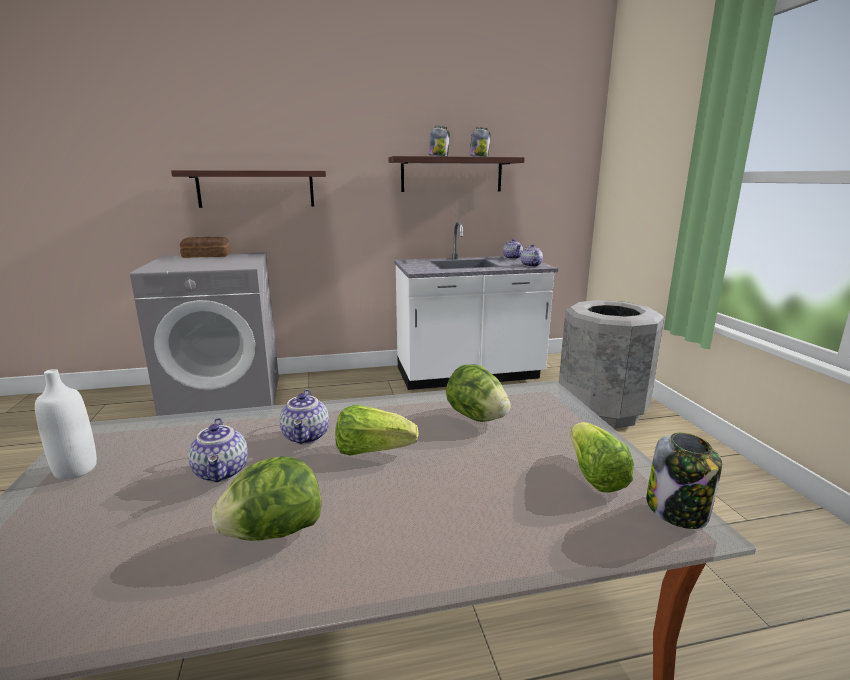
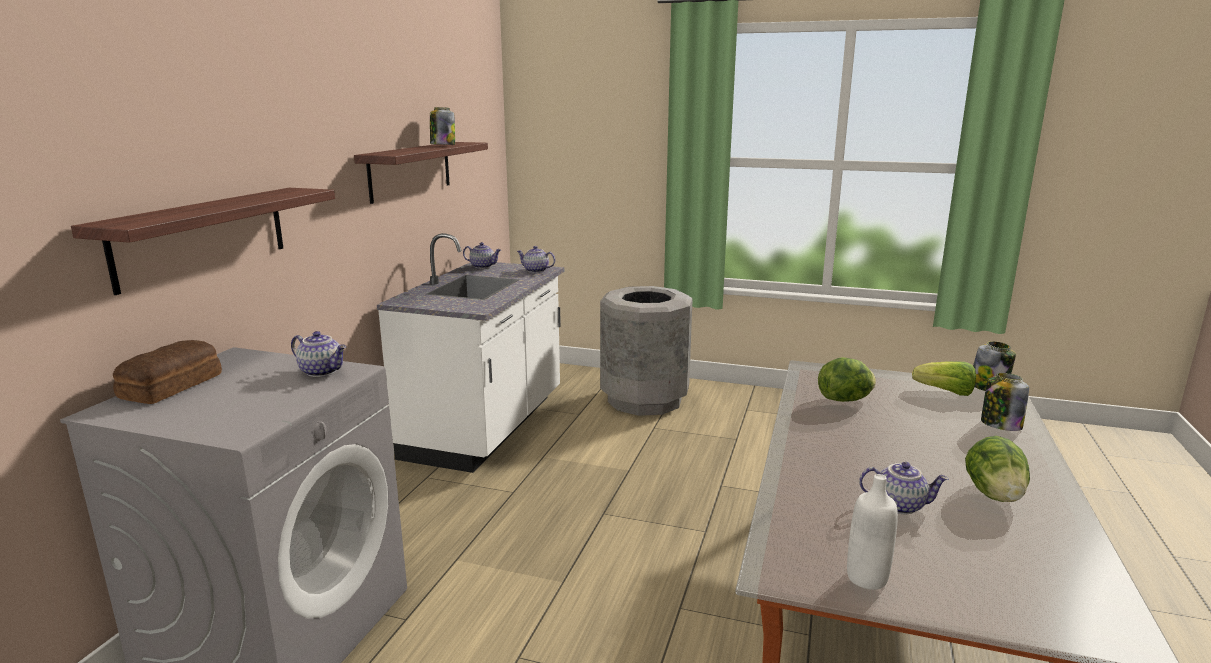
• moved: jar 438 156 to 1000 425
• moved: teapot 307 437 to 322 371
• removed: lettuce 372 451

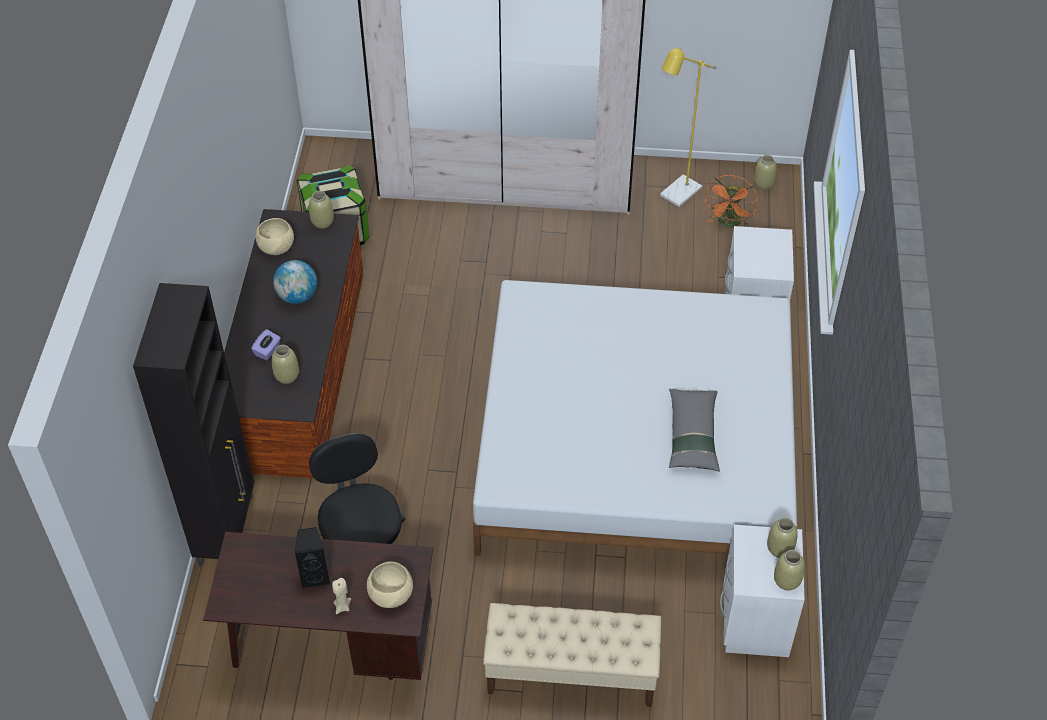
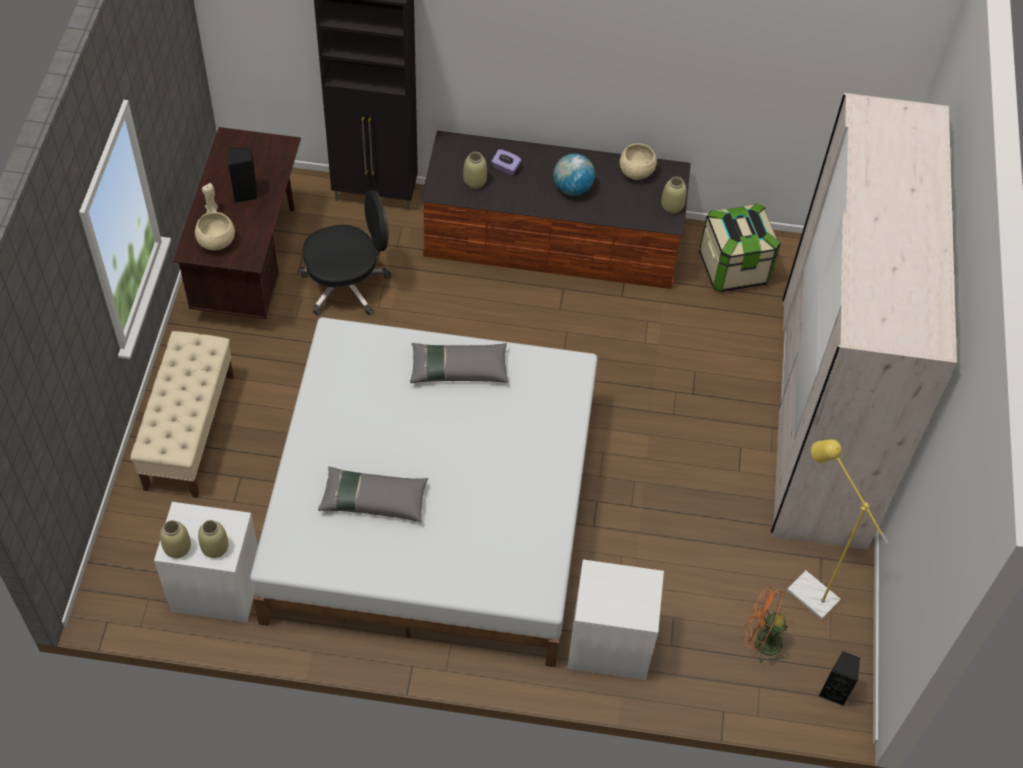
• replaced: beige vase 763 183 to black speaker 834 691
• added: grey pillow 458 368

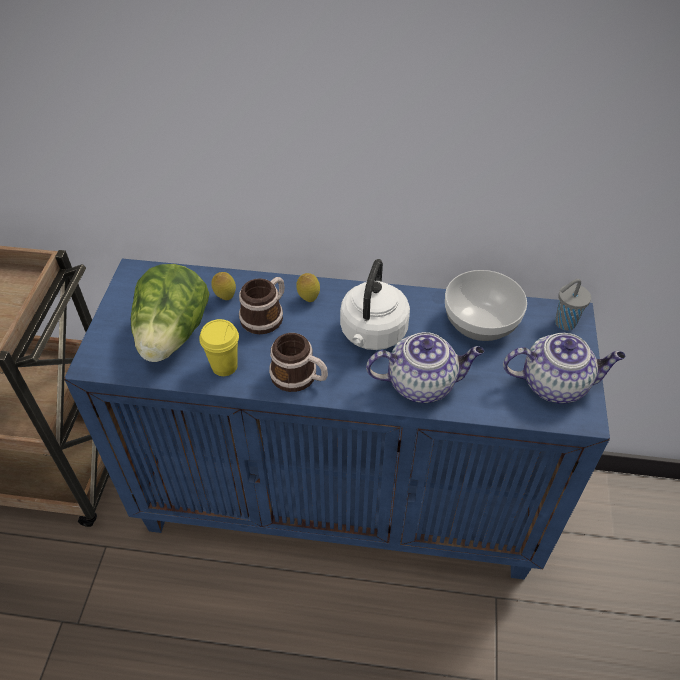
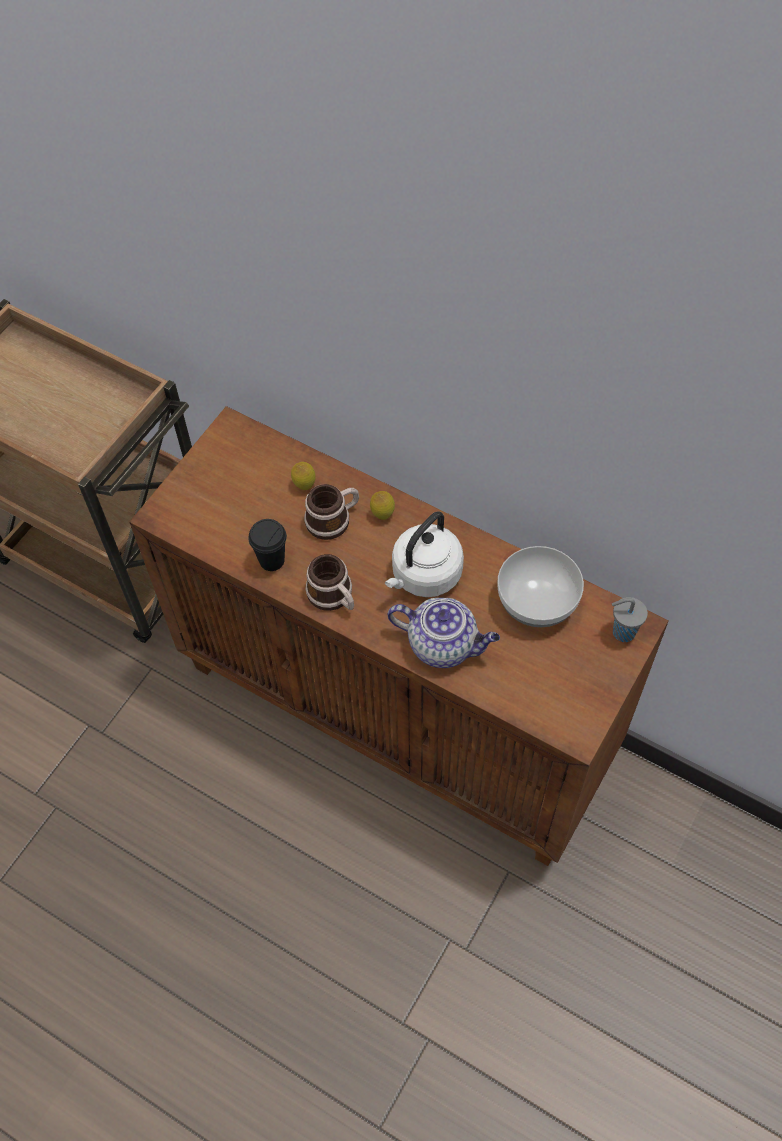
• recoloured: blue cabinet 342 501 to brown cabinet 399 712
• removed: lettuce 173 335
• recoloured: yellow cup 224 366 to black cup 272 560
• removed: teapot 555 384

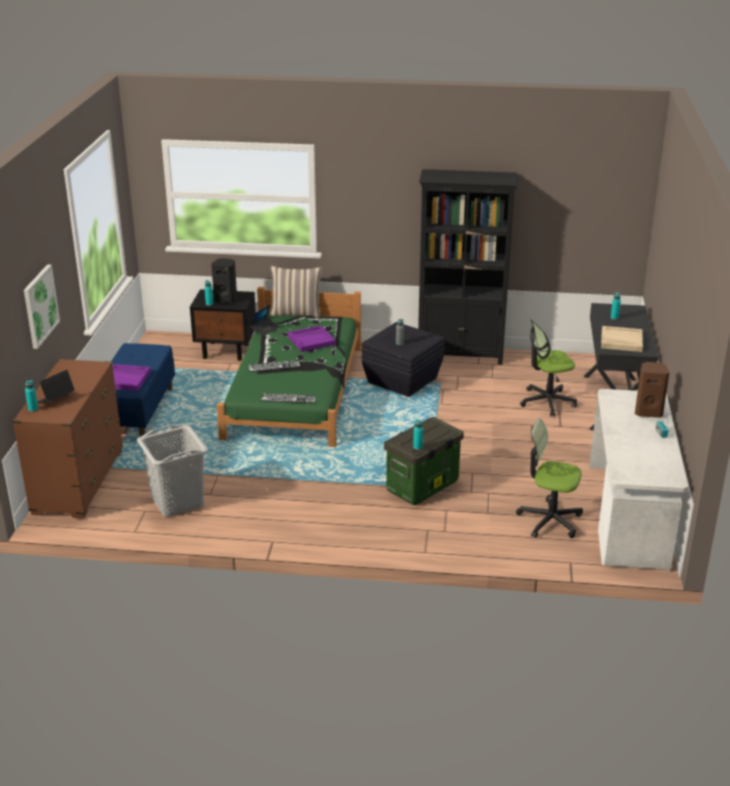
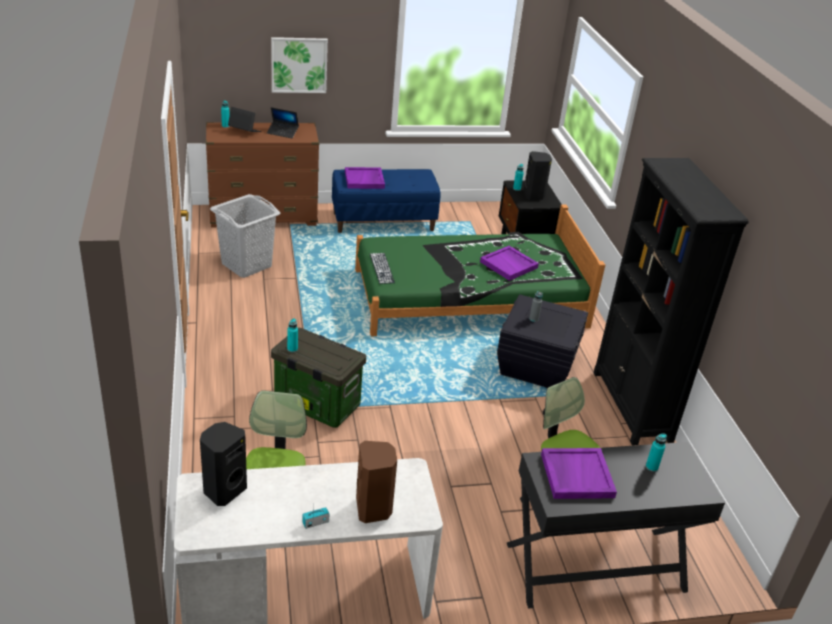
• removed: pillow 296 313
• moved: laptop 265 329 to 282 132
• recoloured: beige tray 621 341 to purple tray 576 475
• removed: keyboard 274 366
• added: black speaker 224 490

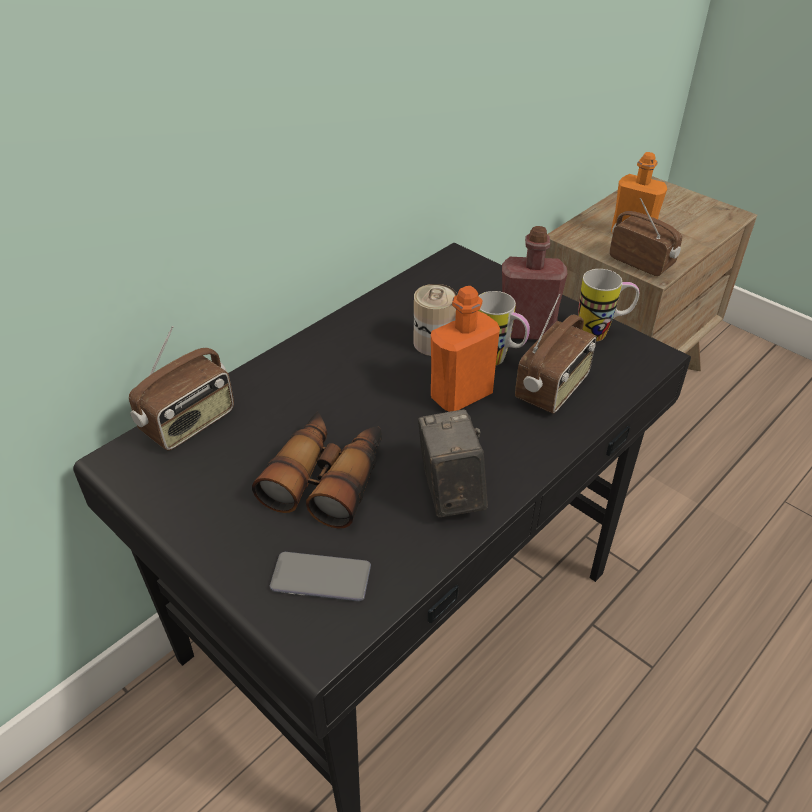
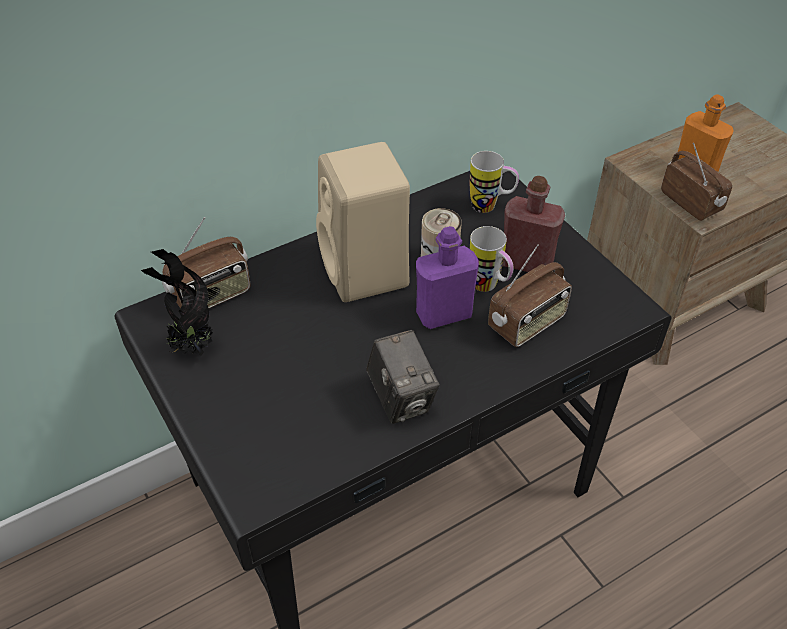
• moved: mug 601 334 to 491 207
• recoloured: orange bottle 461 395 to purple bottle 444 314
• turned: photo camera 450 491 = 401 398 150 degrees clockwise
• removed: binoculars 327 478
• removed: phone 321 578
• added: beige speaker 366 273
• added: potted plant 191 348

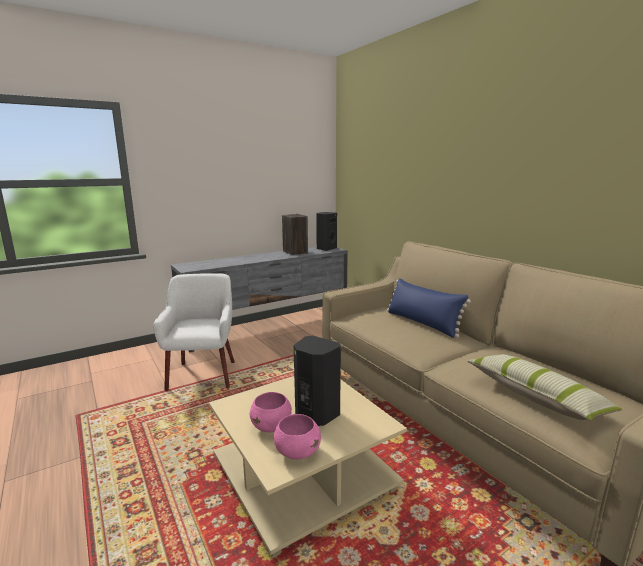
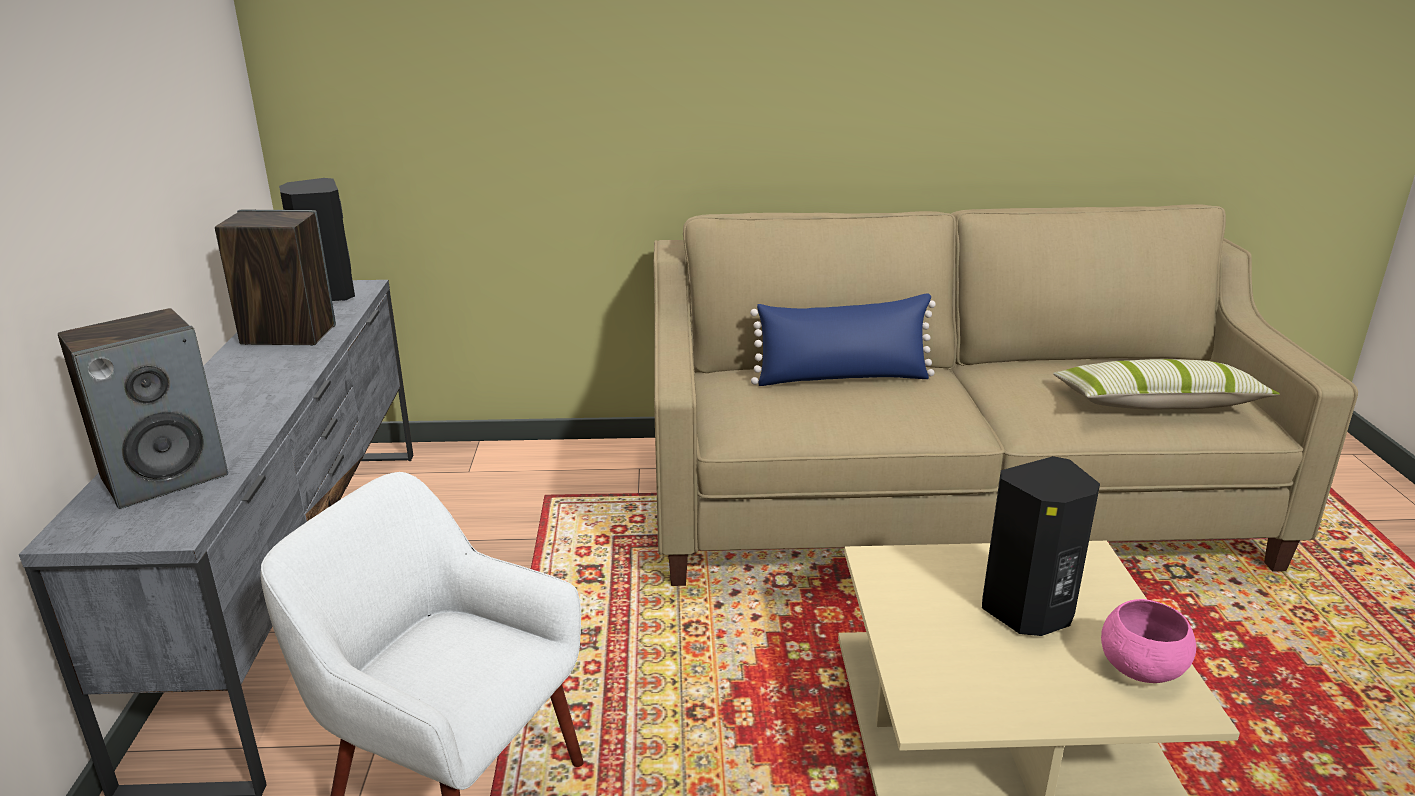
• removed: pink bowl 272 426
• added: speaker 165 477

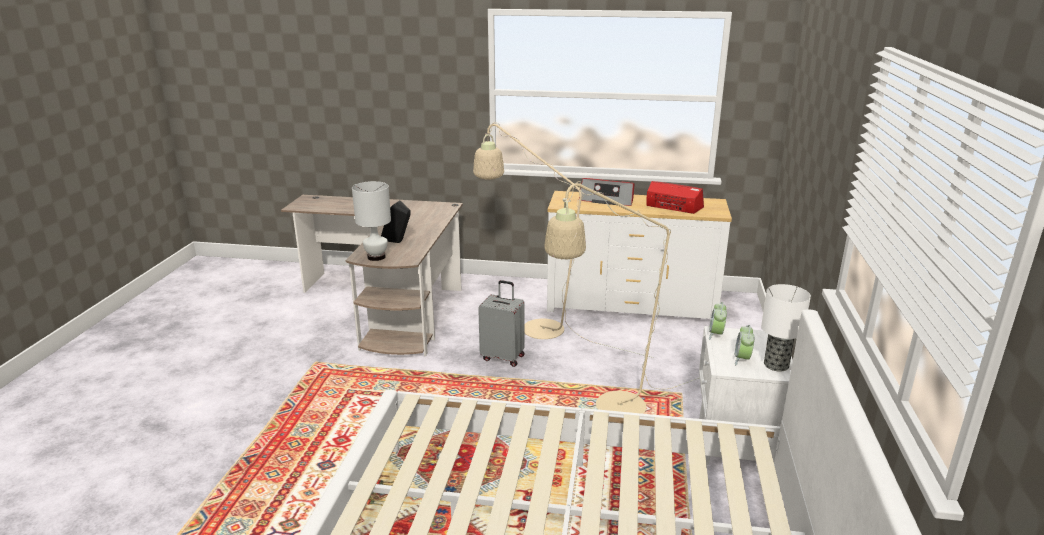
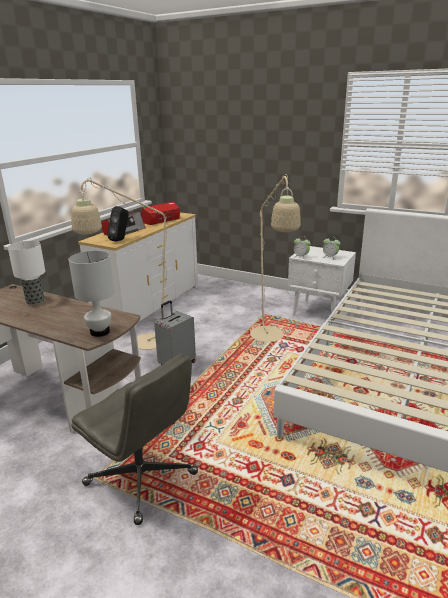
• moved: black speaker 398 242 to 121 240
• moved: table lamp 776 365 to 35 301
• added: grey office chair 142 479

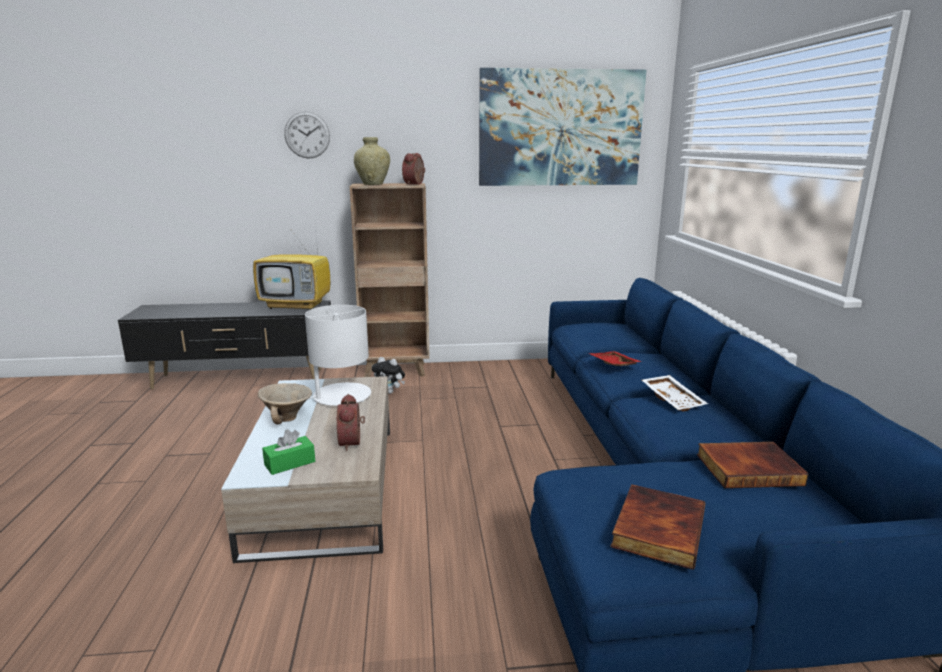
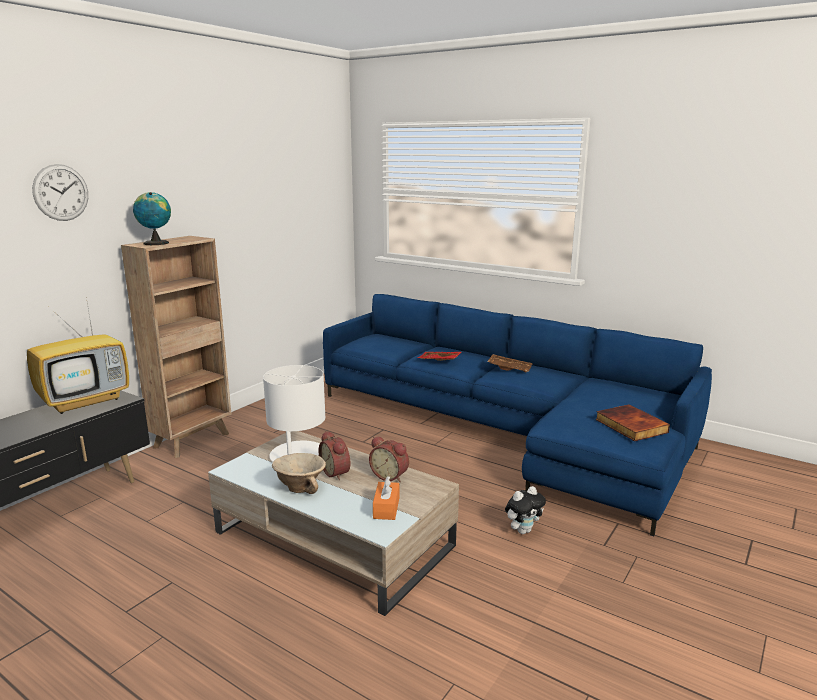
• removed: picture 560 128
• replaced: beige vase 373 184 to globe 156 243
• moved: alarm clock 415 184 to 337 472
• moved: plush toy 390 392 to 523 530
• recoloured: white tray 673 399 to brown tray 509 368
• recoloured: green tissue box 290 463 to orange tissue box 386 508
• removed: book 748 468

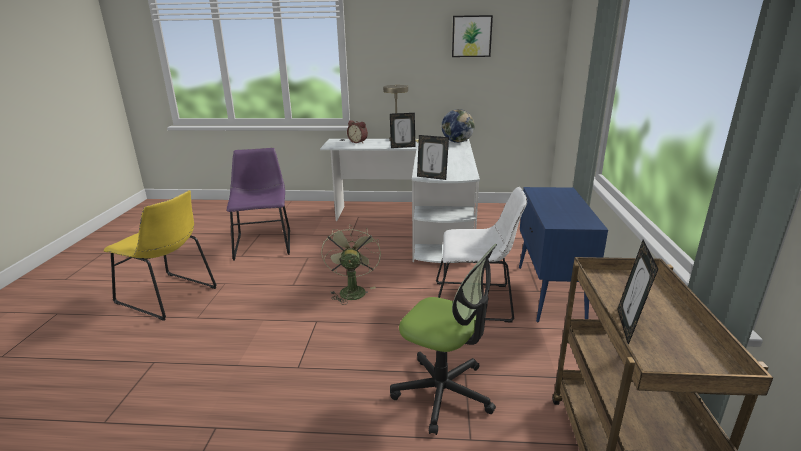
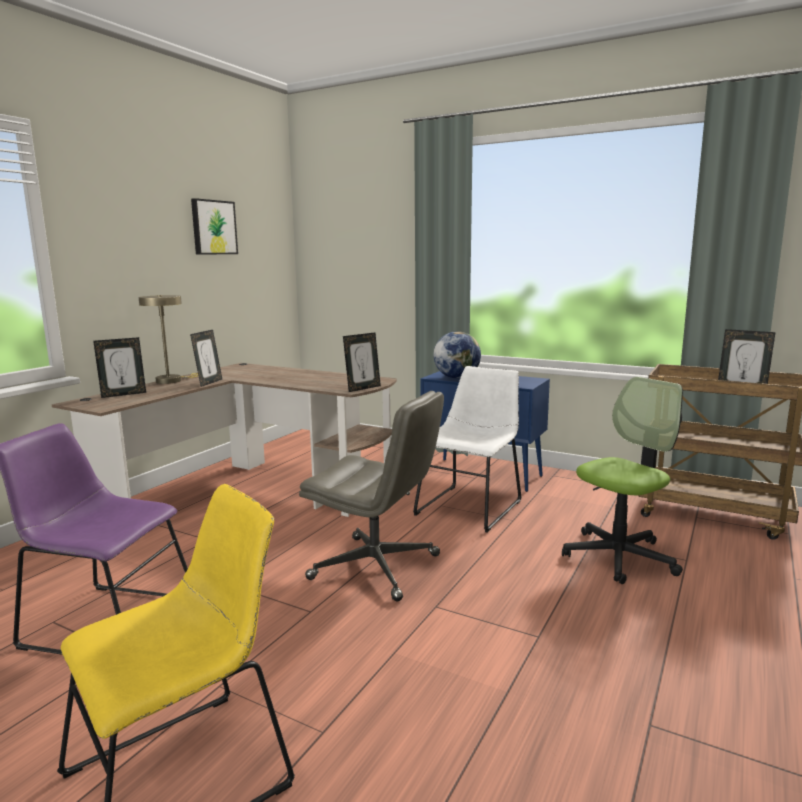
• moved: globe 457 142 to 456 378
• replaced: alarm clock 358 142 to picture frame 123 394
• recoloured: white desk 417 226 to brown desk 252 494
• replaced: green fan 352 290 to grey office chair 377 567

